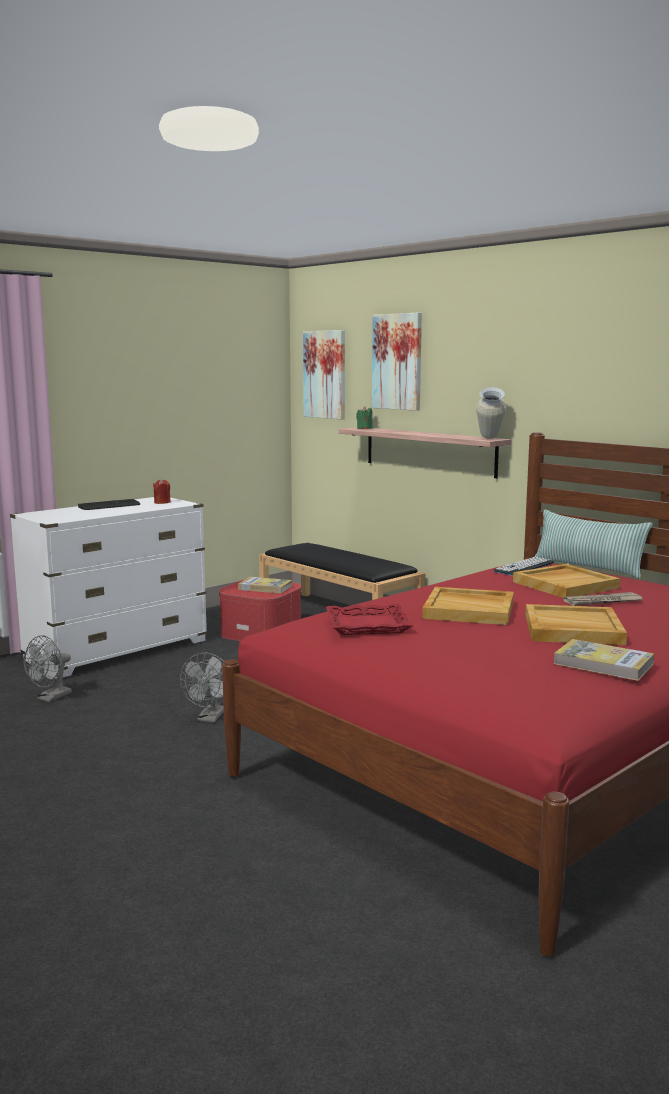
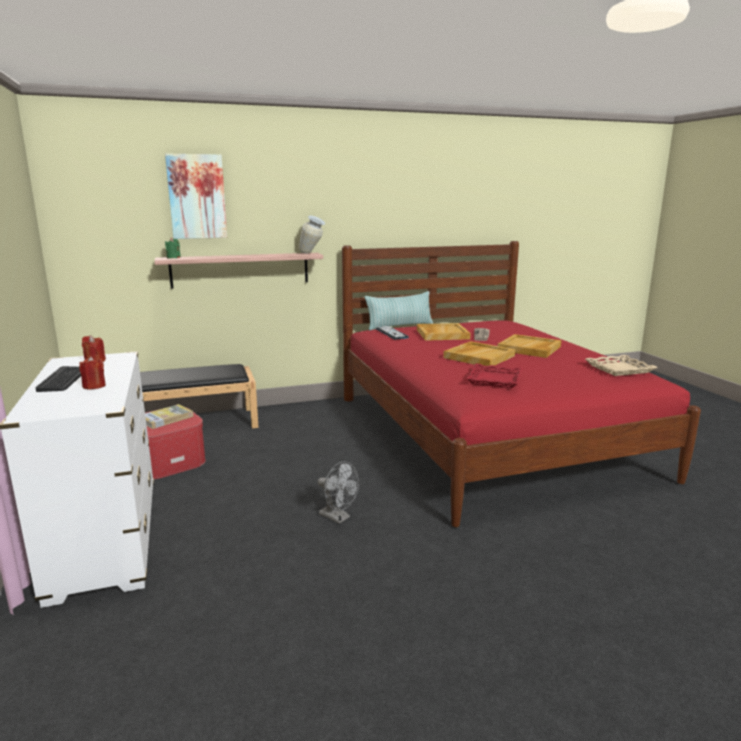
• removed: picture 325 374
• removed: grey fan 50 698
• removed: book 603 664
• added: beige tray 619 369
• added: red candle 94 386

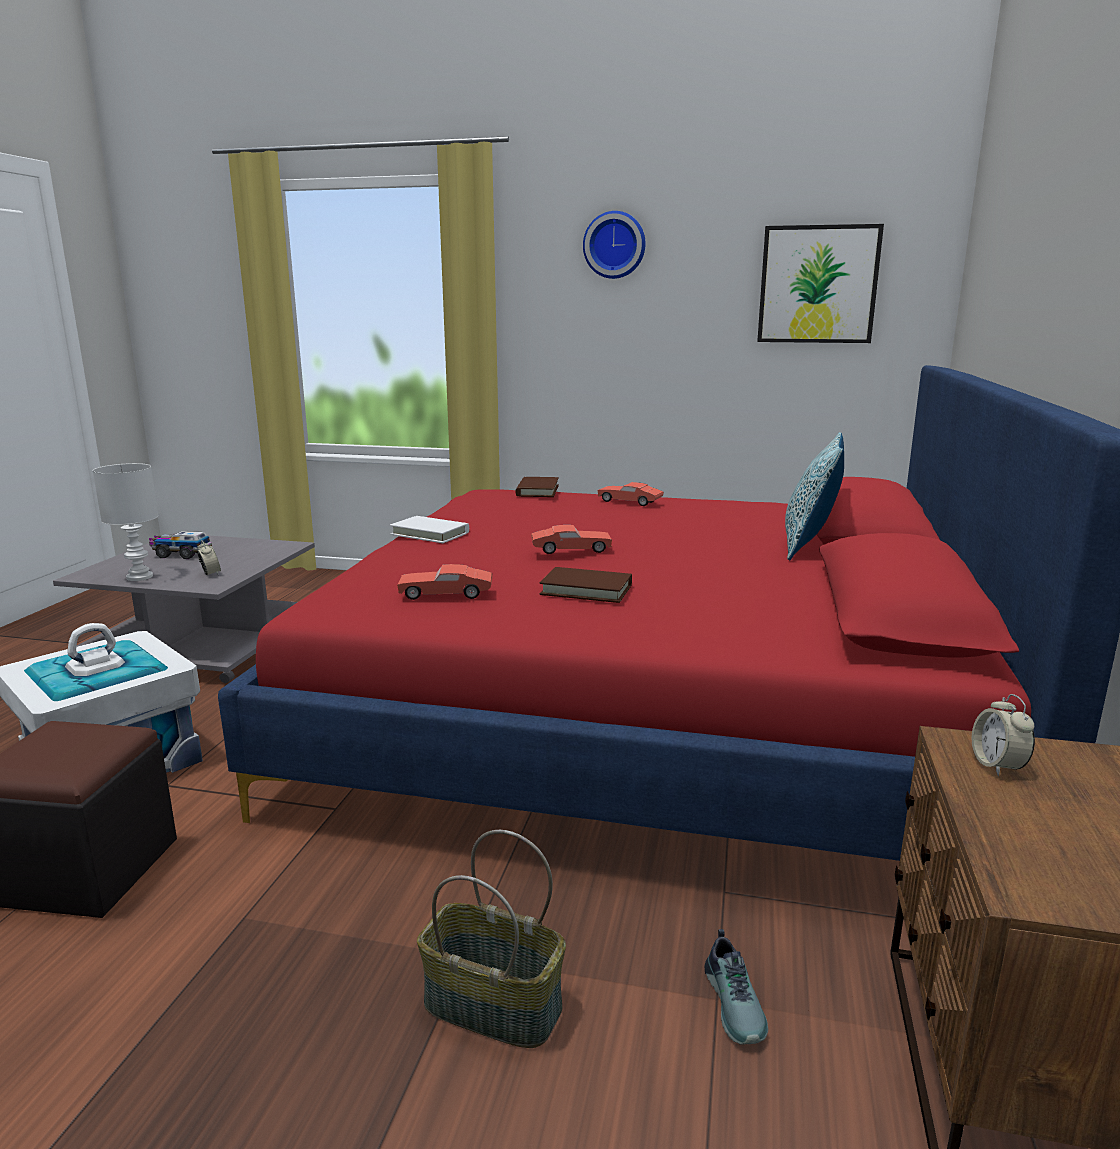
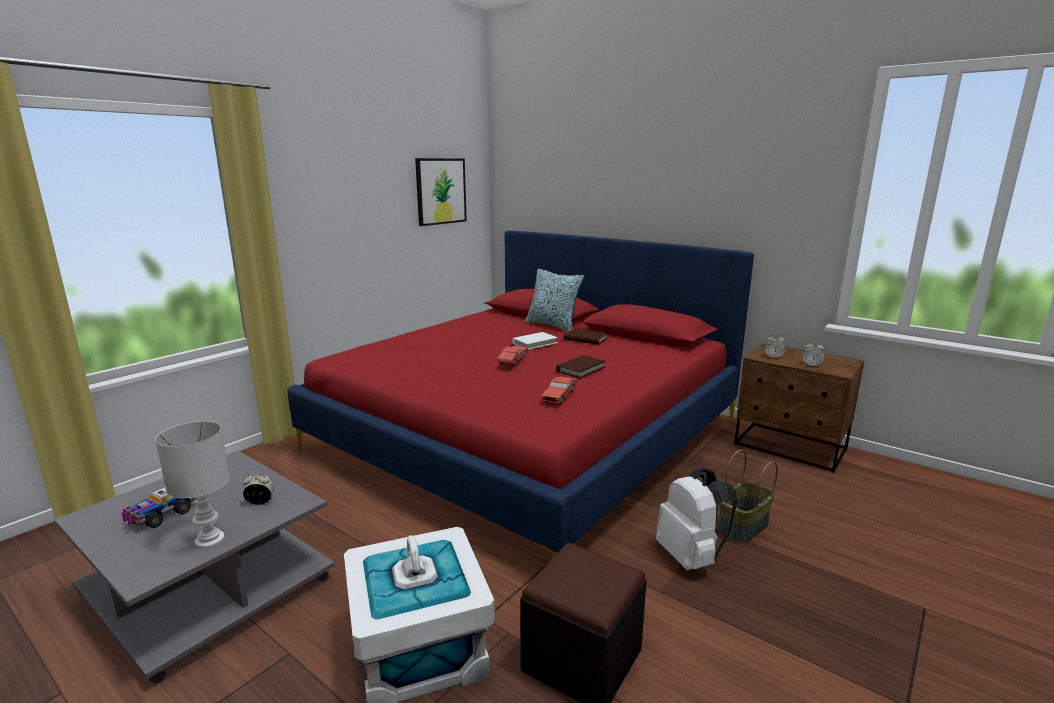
• removed: wall clock 614 245
• moved: brown book 537 491 to 585 339
• removed: red toy car 630 502
• moved: white book 430 533 to 534 343
• removed: shoe 736 1003
• added: alarm clock 811 365
• added: white backpack 691 557

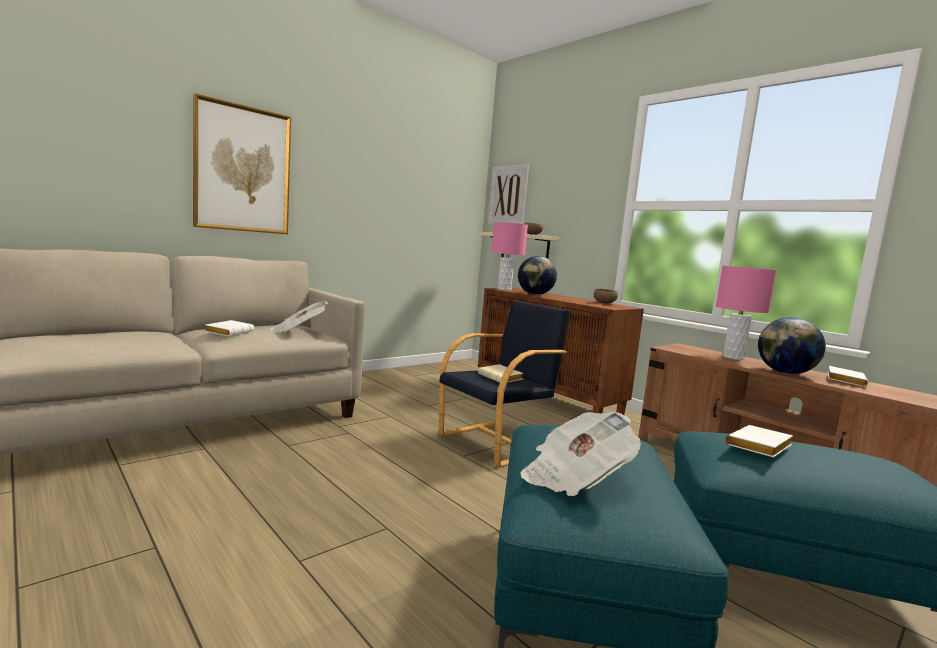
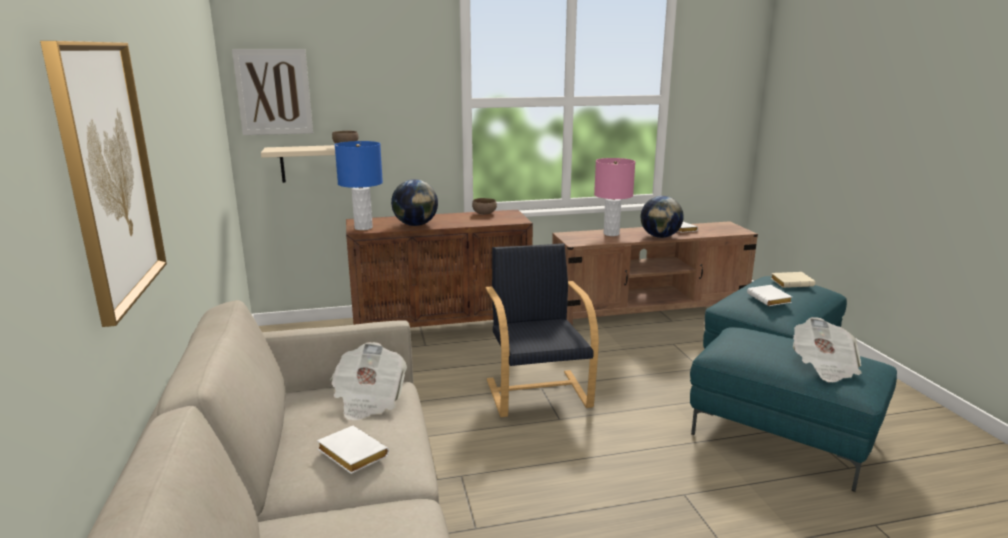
• recoloured: pink table lamp 504 289 to blue table lamp 364 228
• moved: beige book 501 378 to 792 283

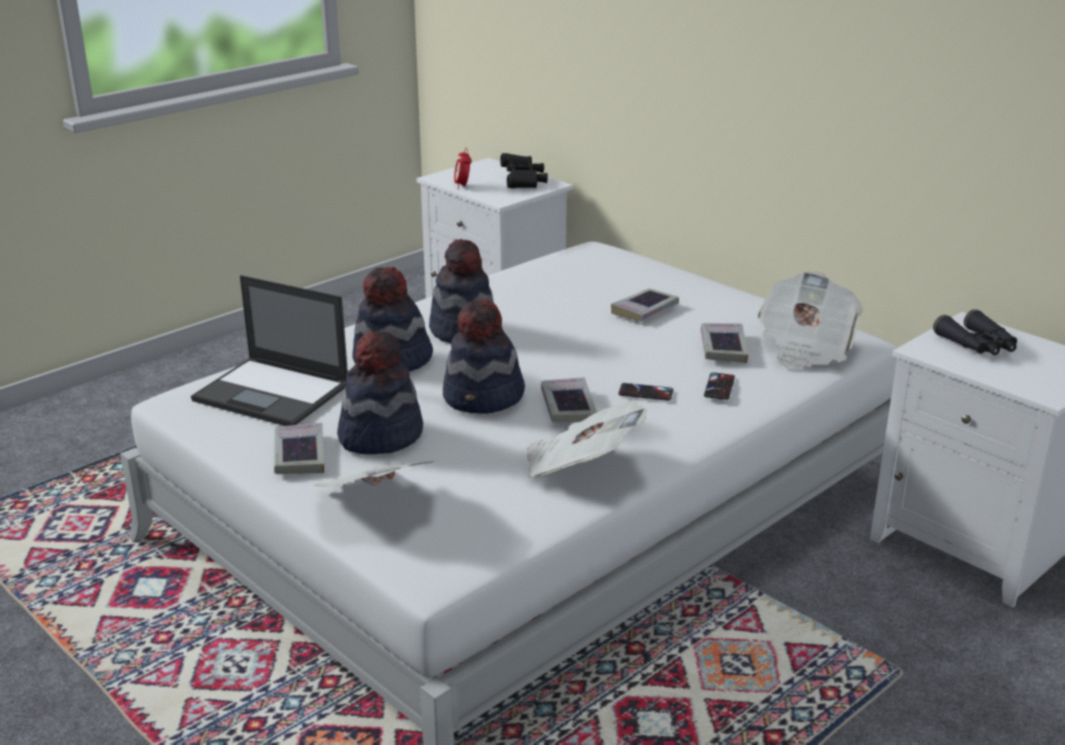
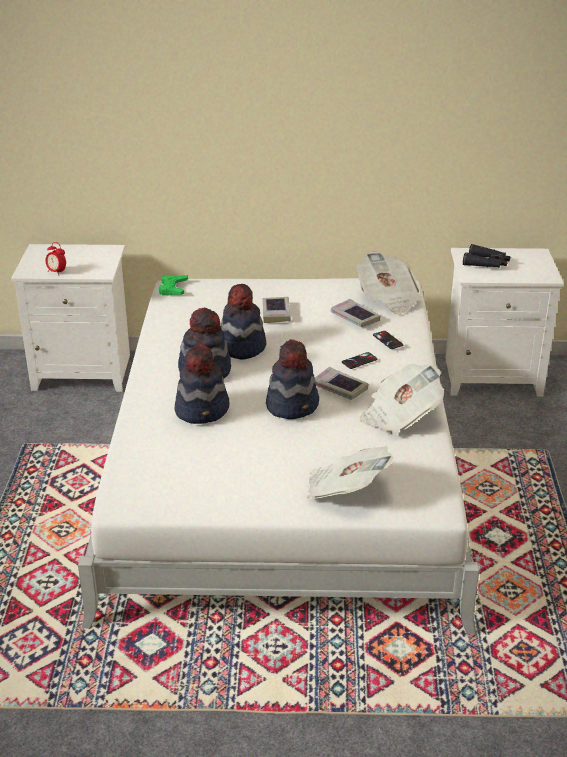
• removed: black binoculars 523 182
• removed: laptop 273 393
• moved: hat 380 435 to 241 346
• removed: book 299 455
• added: green game controller 173 288

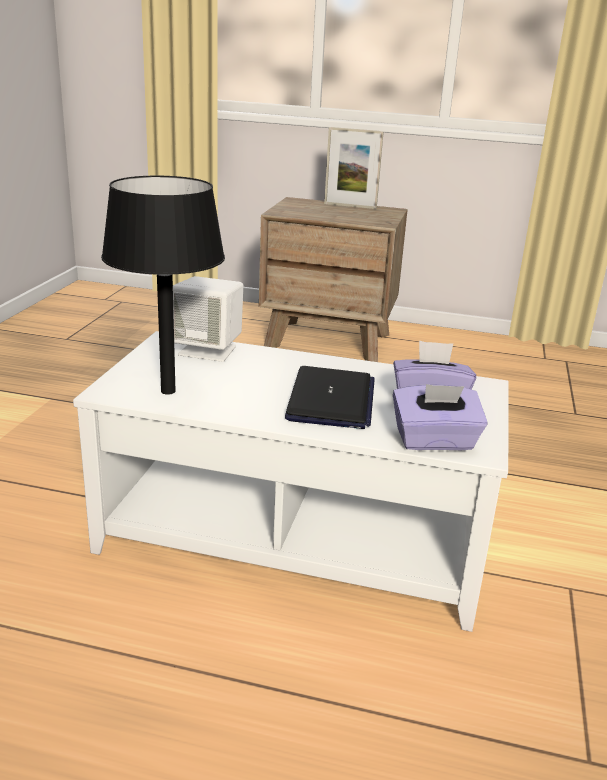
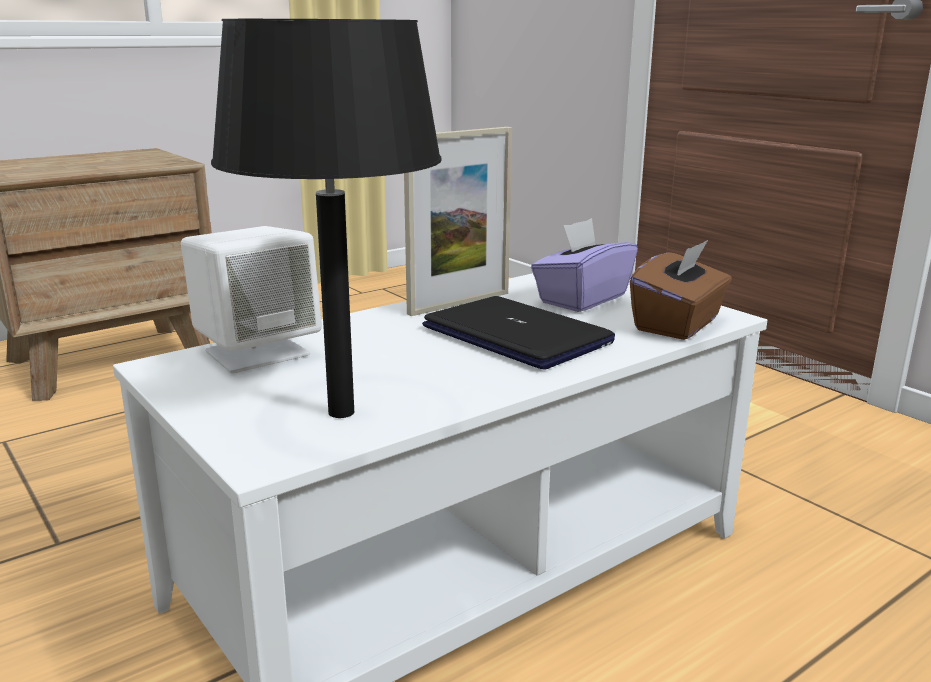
• moved: picture frame 350 206 to 459 303
• recoloured: purple tissue box 435 441 to brown tissue box 678 324

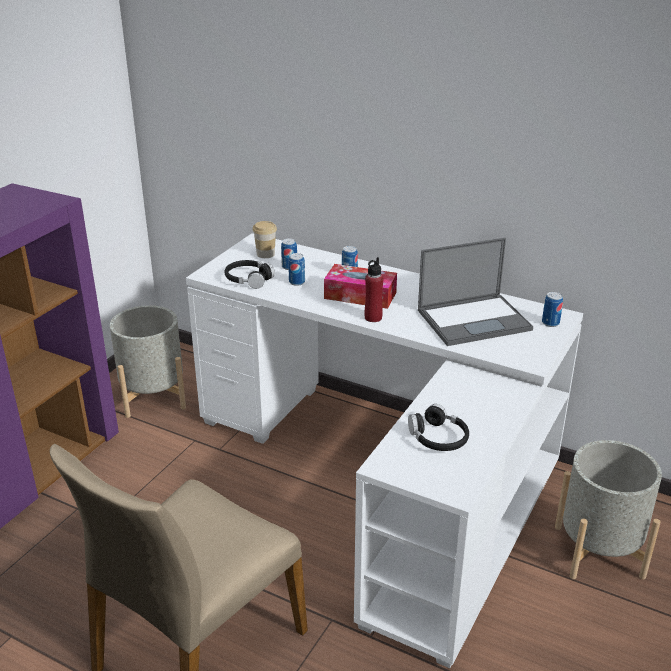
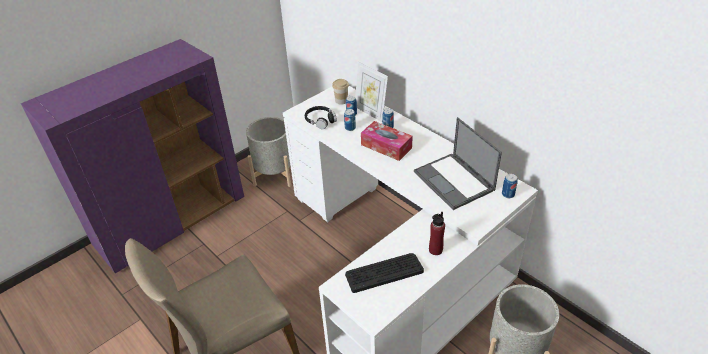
• turned: laptop 475 319 = 454 181 60 degrees clockwise
• moved: red bottle 373 317 to 435 250
• replaced: black headphones 438 438 to keyboard 384 272
• added: picture frame 370 112

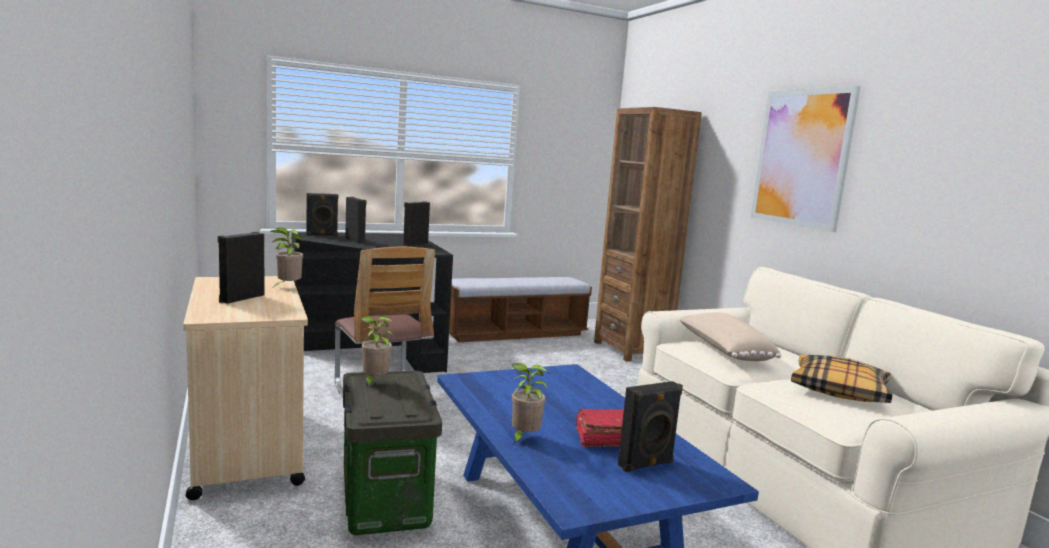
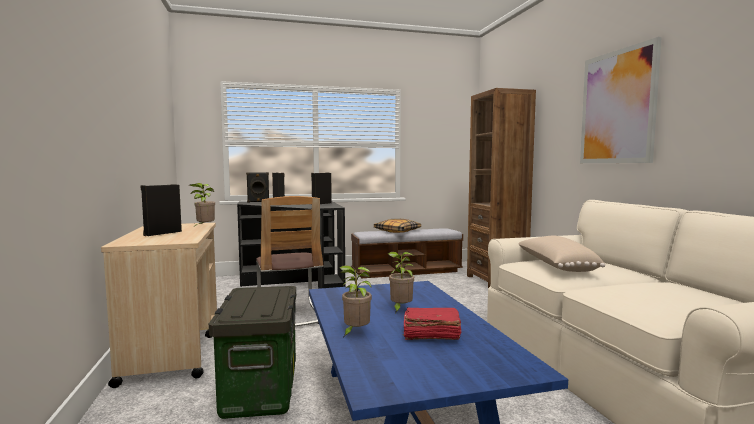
• moved: potted plant 374 382 to 400 309
• moved: pillow 839 390 to 397 231
• removed: black speaker 646 465

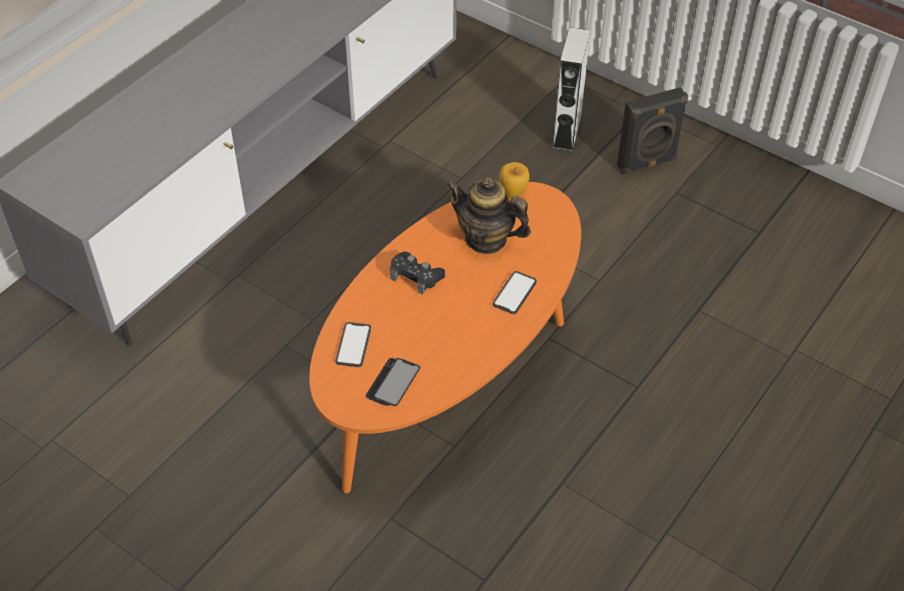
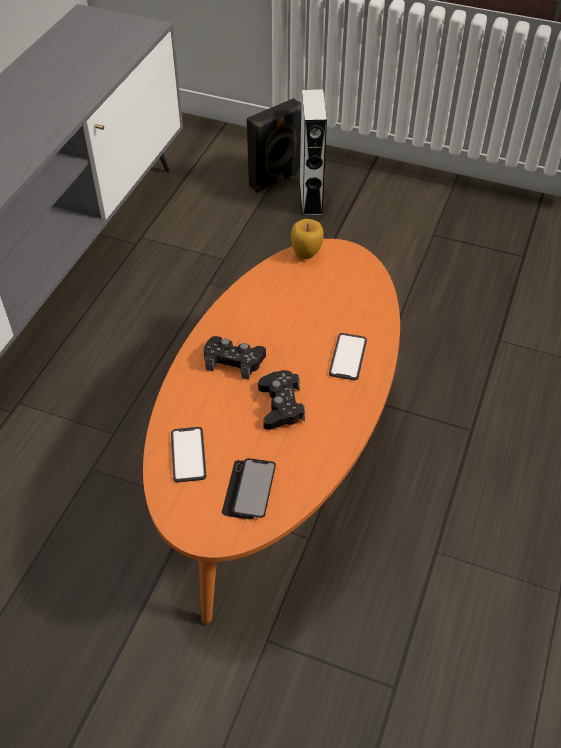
• moved: black speaker 647 164 to 276 180
• removed: teapot 486 239
• added: black game controller 281 405

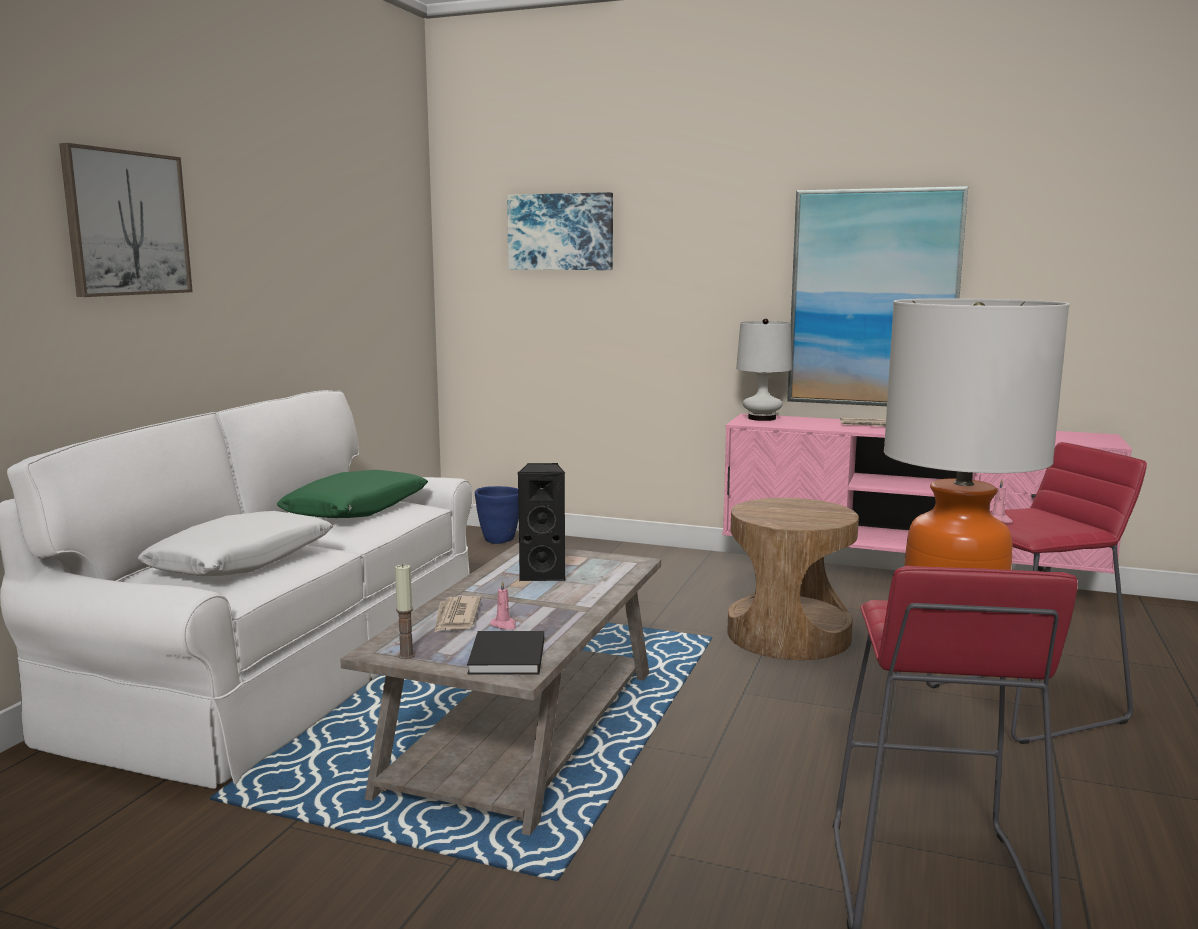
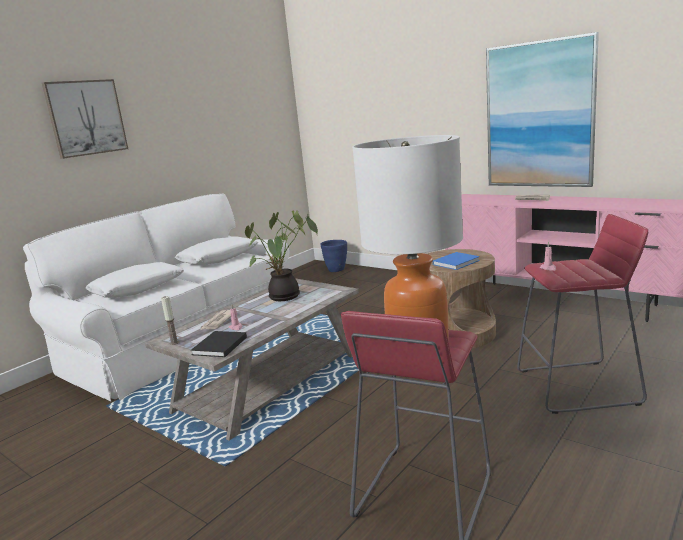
• removed: picture 561 232
• removed: white table lamp 762 418
• replaced: black speaker 543 574 to potted plant 285 297
• recoloured: green pillow 356 509 to white pillow 218 258
• added: blue book 457 262

